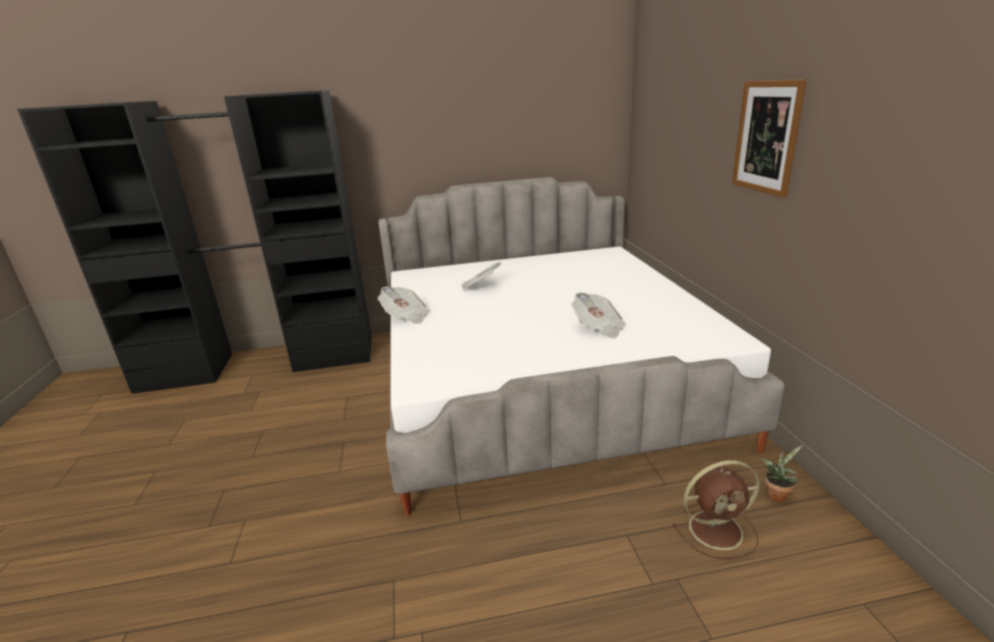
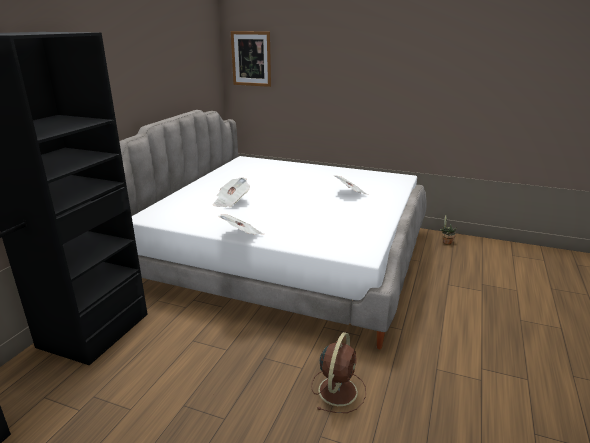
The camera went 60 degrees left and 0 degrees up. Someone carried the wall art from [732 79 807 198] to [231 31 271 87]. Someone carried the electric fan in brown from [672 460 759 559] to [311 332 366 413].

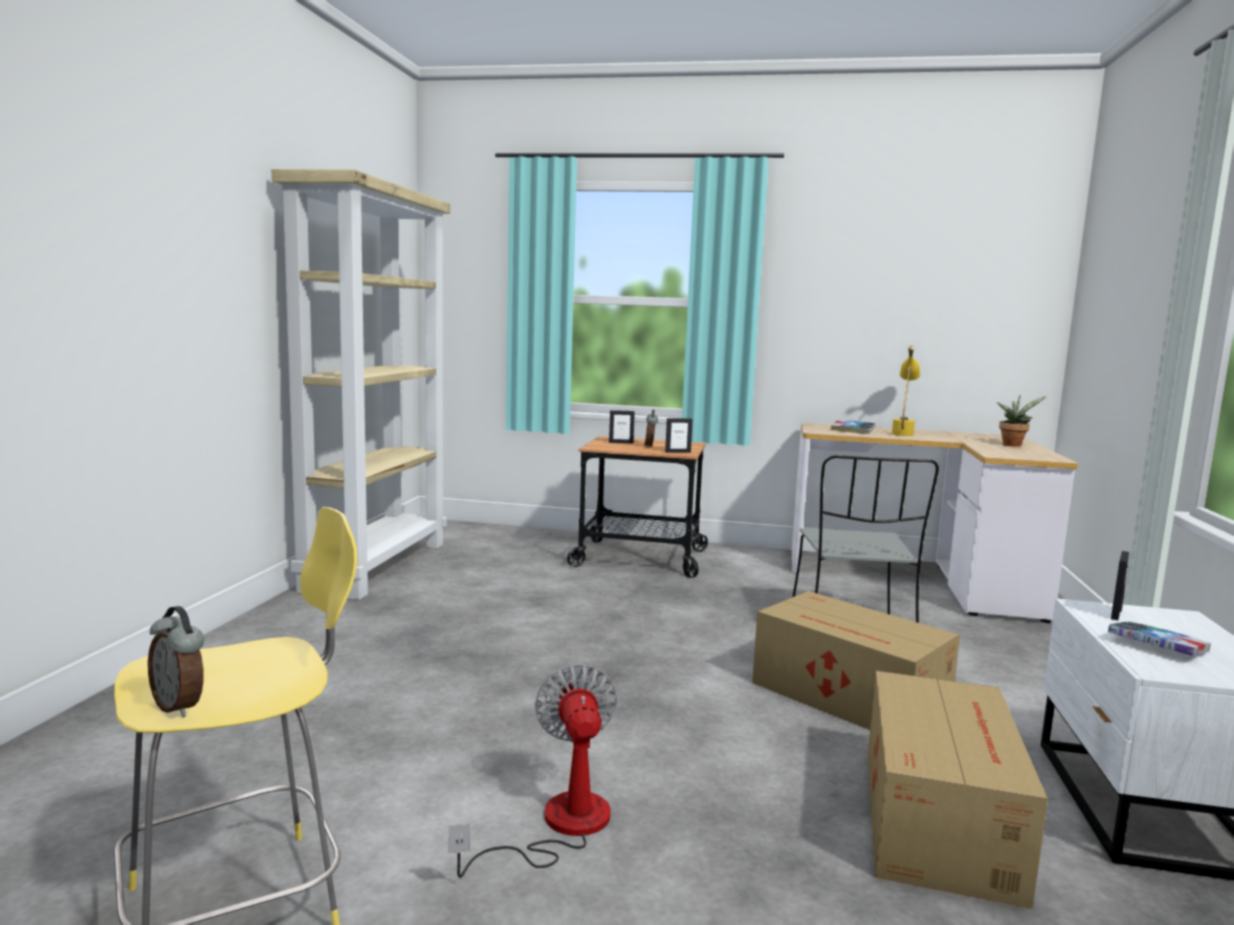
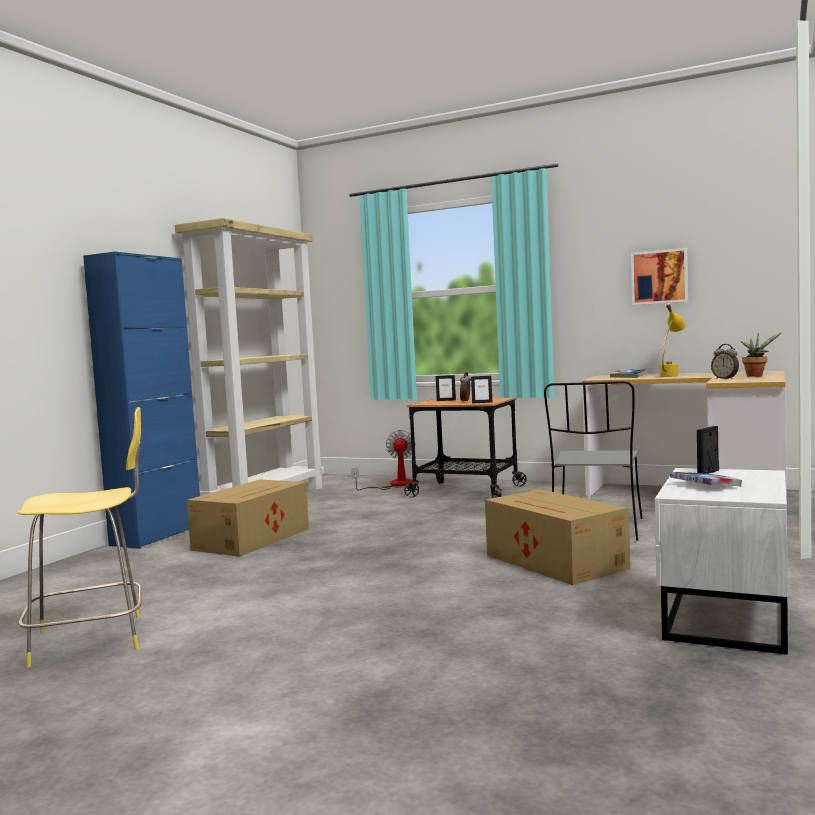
The camera went 15 degrees right and 5 degrees down. Someone put down the cabinet in bluish at [83 252 200 549]. Someone carried the cardboard box from [868 671 1048 909] to [187 479 309 557]. Someone carried the electric fan from [449 664 617 878] to [352 430 416 491]. Someone put up the wall art at [631 248 688 305]. Someone carried the alarm clock from [148 606 204 717] to [711 344 739 379].

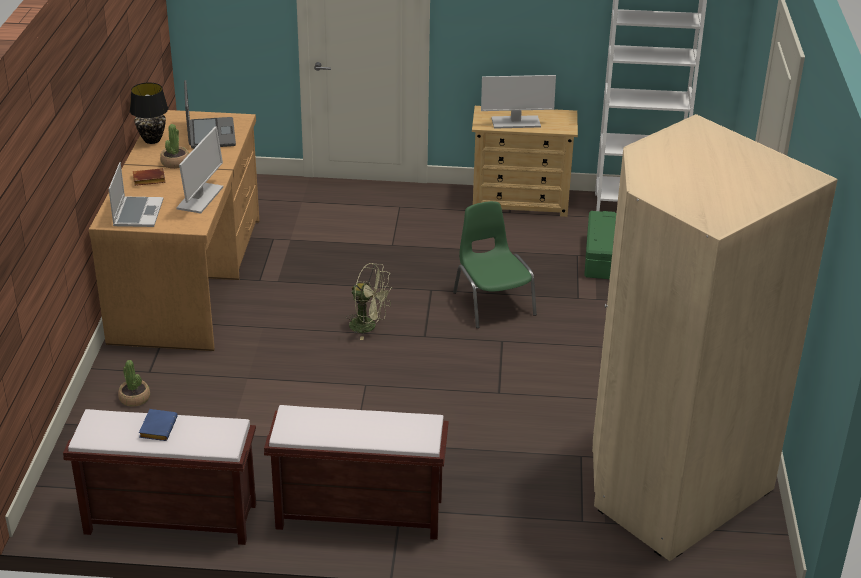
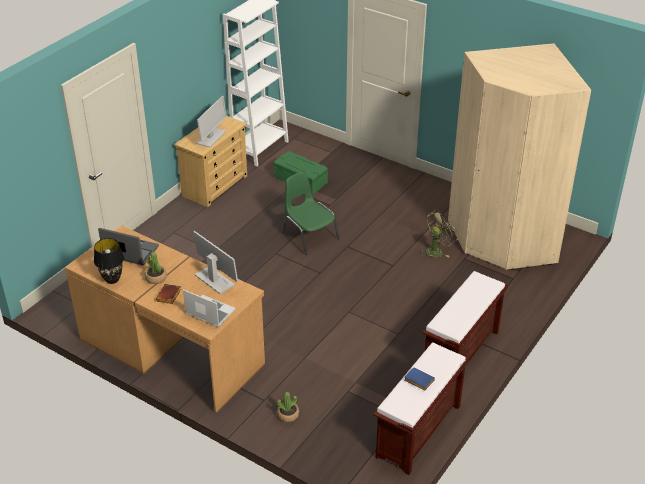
The camera went 60 degrees left and 5 degrees up. Someone rotated the upright chair in green-coloured at [453 201 537 328] by 45 degrees clockwise. Someone carried the electric fan in green-coloured from [346 263 393 340] to [421 210 458 257].

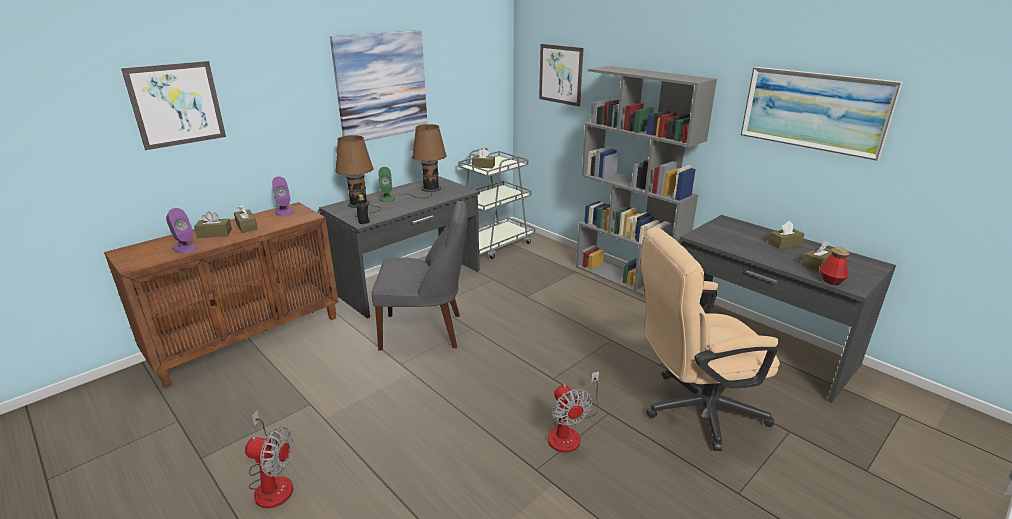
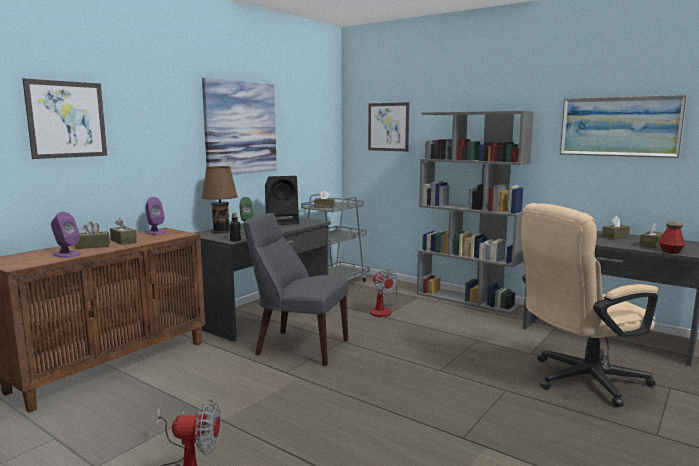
The camera went 10 degrees left and 15 degrees down. Someone rotated the upright chair in greyish at [372 200 468 351] by 150 degrees counterclockwise. Someone swapped the table lamp in brown at [403 124 447 198] for the loudspeaker in blackish at [265 176 299 225]. Someone carried the electric fan from [548 371 599 453] to [370 269 399 317].

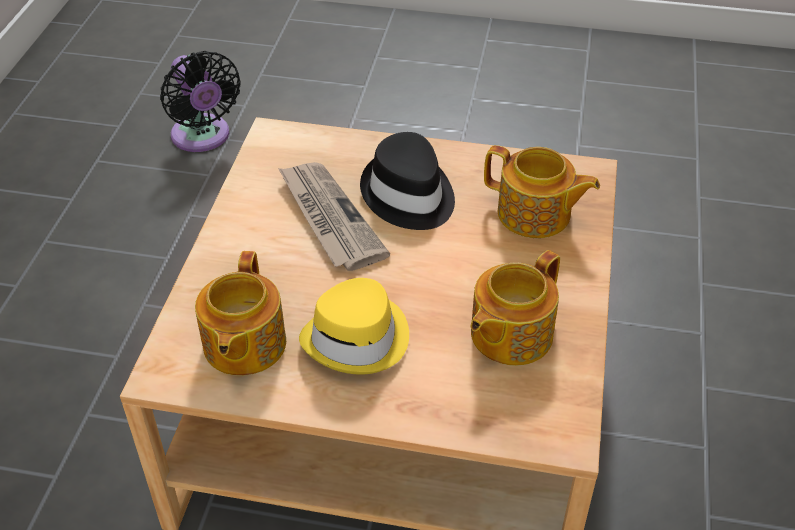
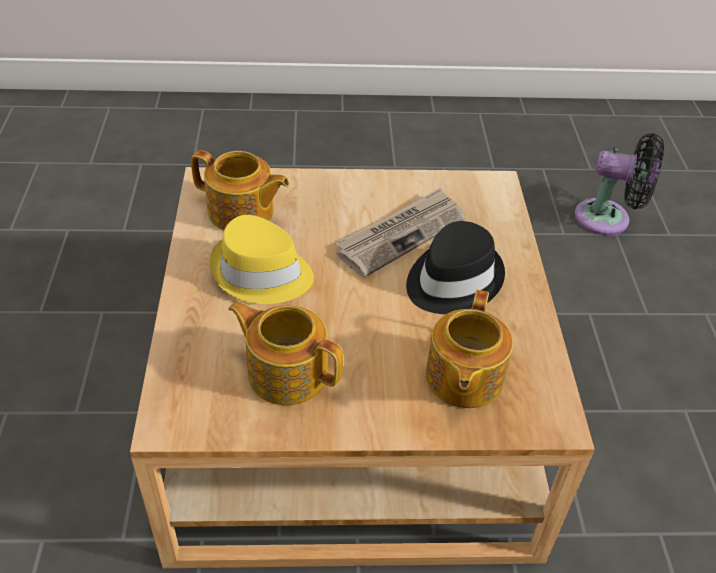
The camera went 75 degrees right and 0 degrees up. Someone rotated the tea pot at [195 251 286 376] by 150 degrees counterclockwise. Someone rotated the electric fan in blackish at [160 51 240 152] by 120 degrees counterclockwise.

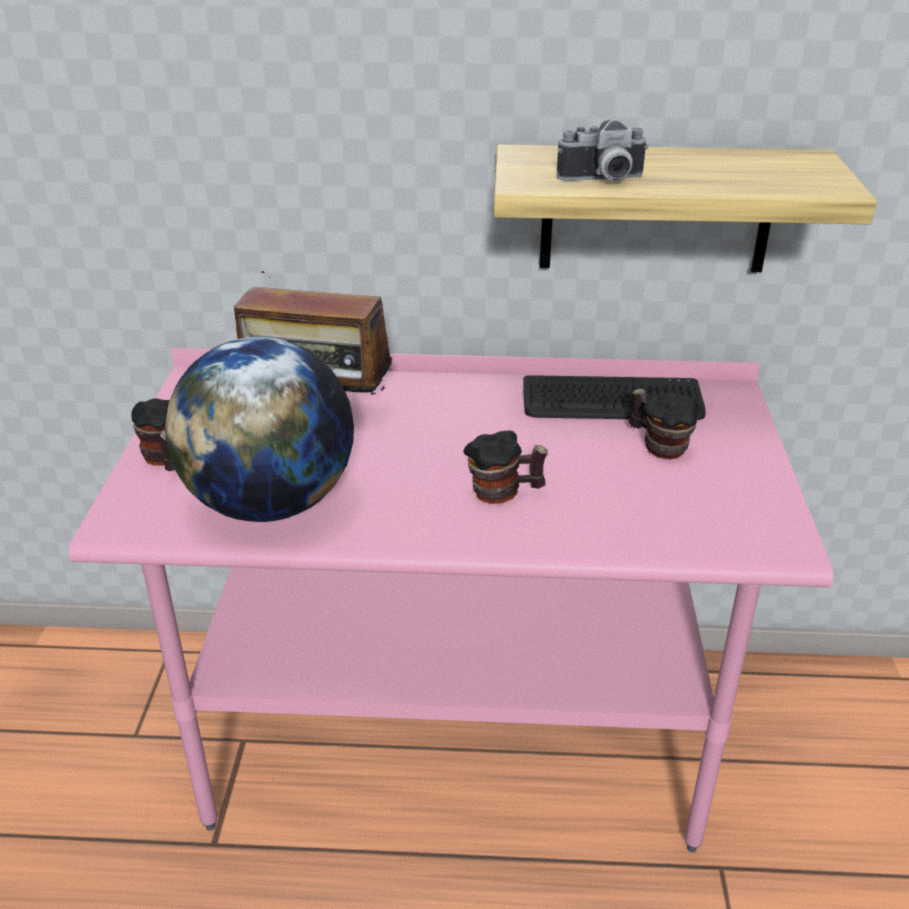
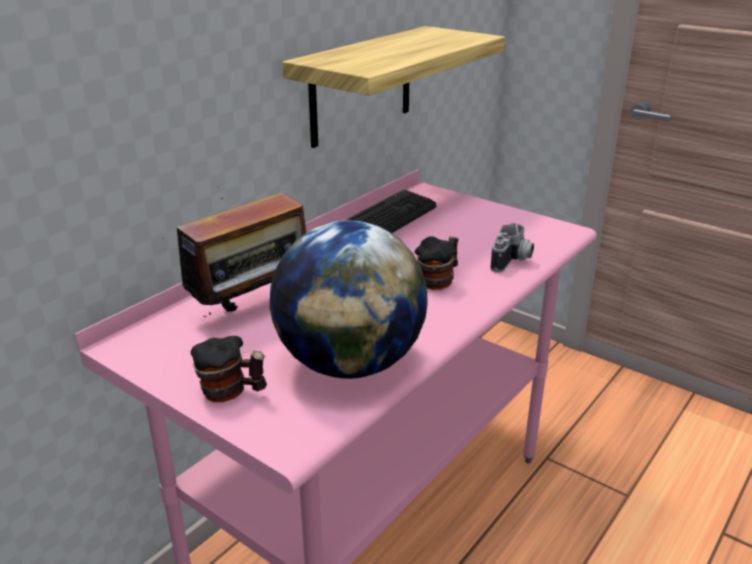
The camera went 55 degrees left and 5 degrees down. Someone carried the still camera from [557 119 649 181] to [491 223 534 273]. Someone took away the coffee mug at [629 388 698 459].

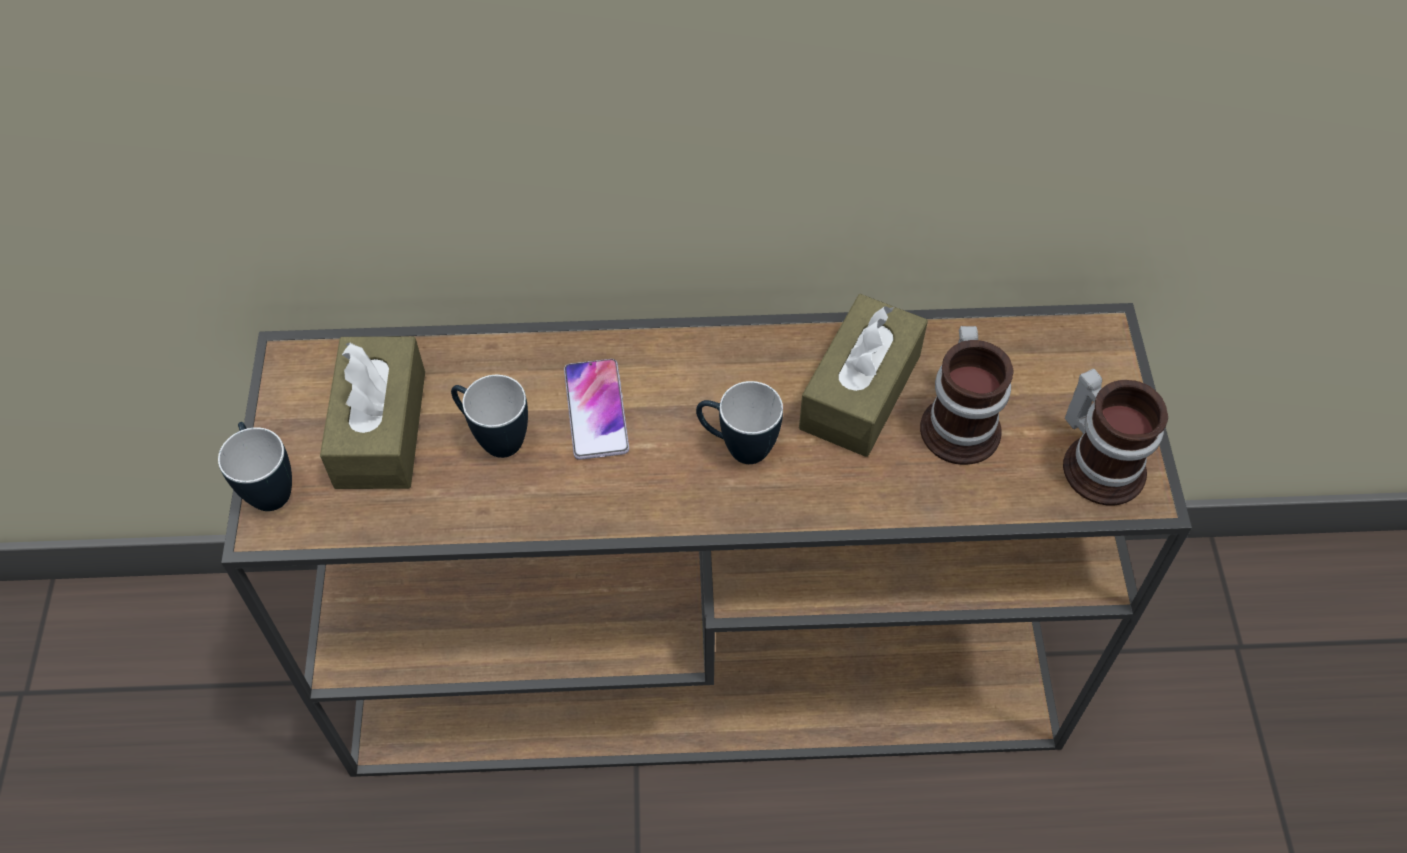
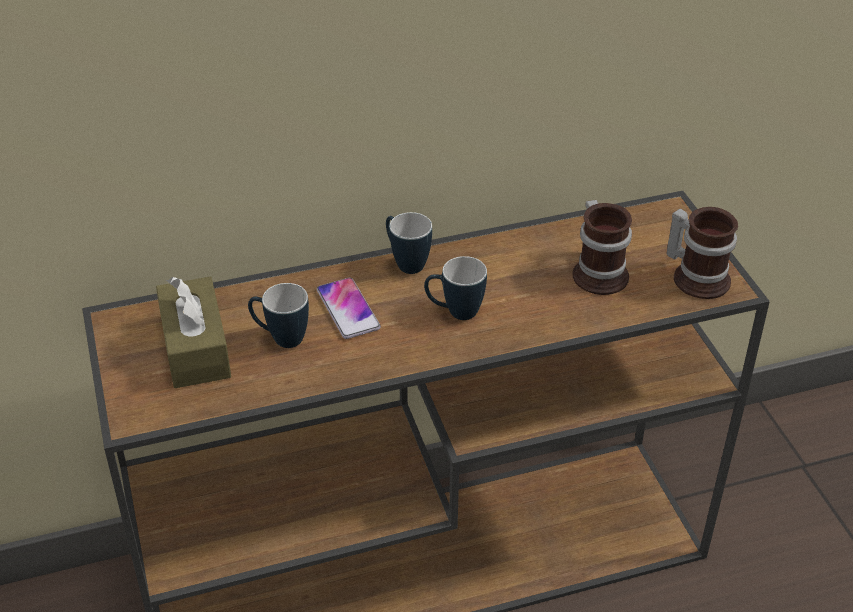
The camera went 15 degrees left and 15 degrees down. Someone carried the coffee mug from [218 422 292 511] to [386 212 432 274]. Someone took away the tissue holder in brown at [799 294 928 457].

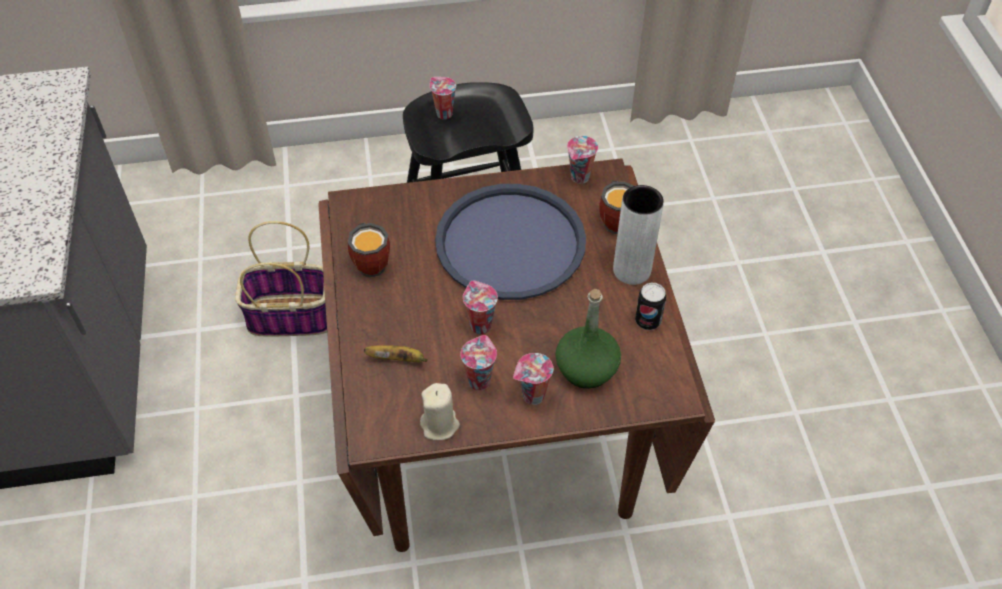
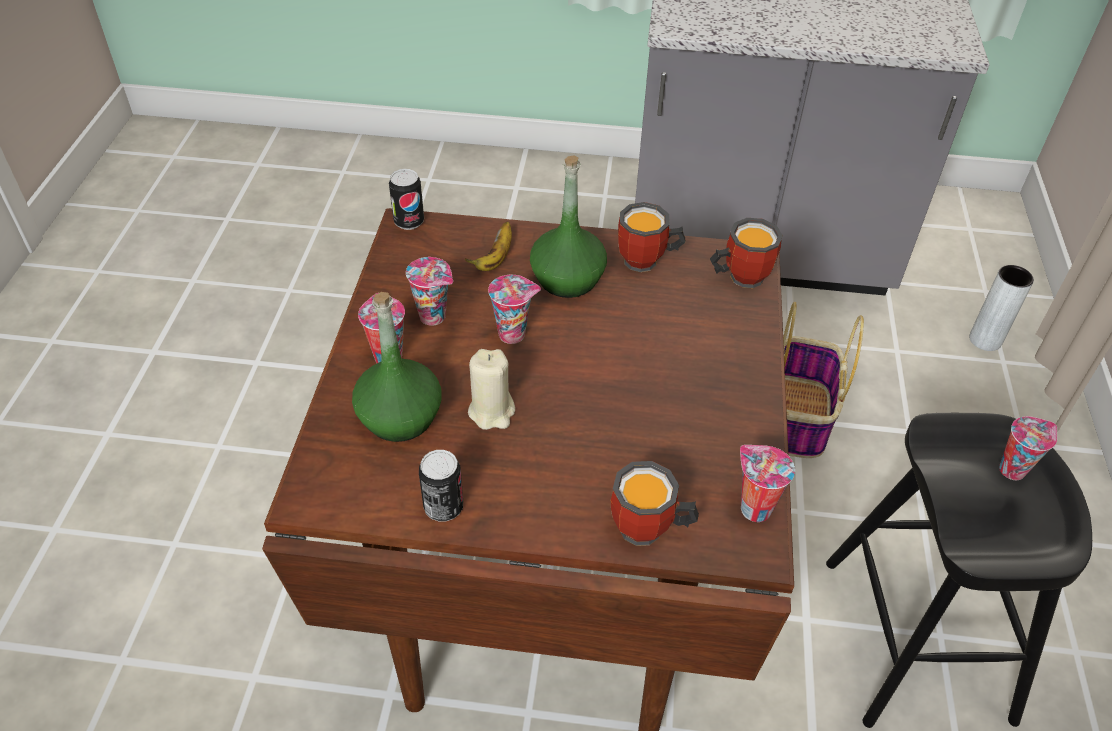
The camera went 105 degrees right and 5 degrees down. Someone put down the can at [389 169 424 230]. Someone carried the wax light in beige-coloured from [420 383 460 440] to [468 349 515 430]. Someone put down the drink bottle in green-coloured at [530 156 607 298]. Someone put down the coffee mug at [710 218 783 288]. Someone carried the decorative vase in greyish from [613 185 664 285] to [969 265 1034 351]. Someone took away the tray in bluish at [435 184 586 300].

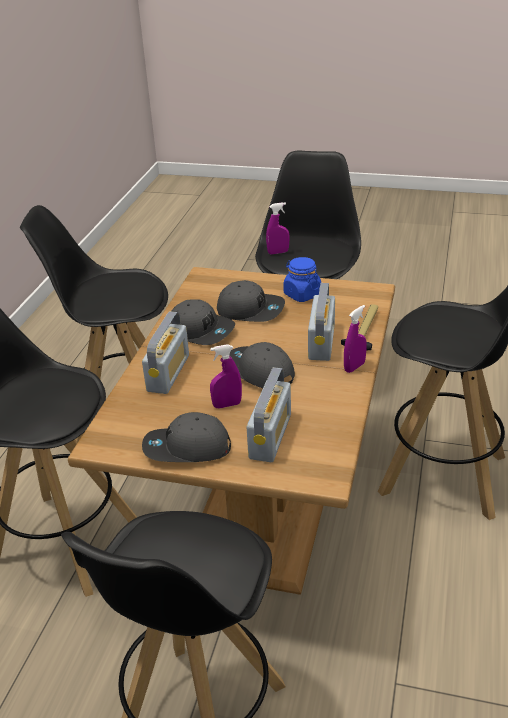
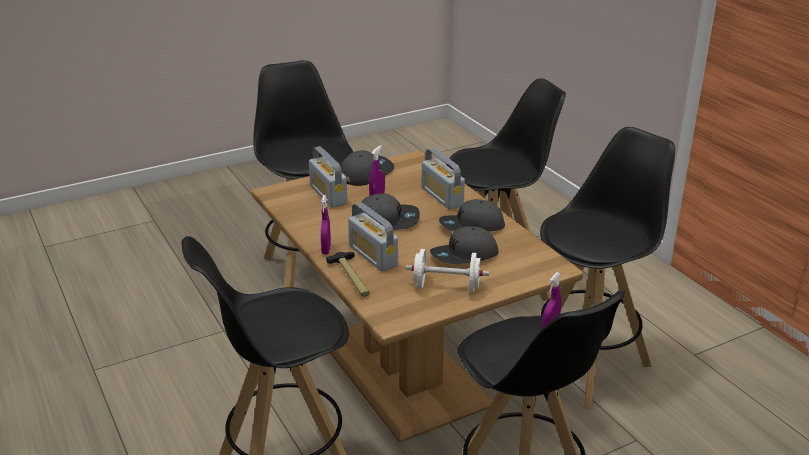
The camera went 135 degrees right and 5 degrees down. Someone swapped the jar in bluish at [283 257 321 302] for the dumbbell in white-coloured at [406 249 489 293].

